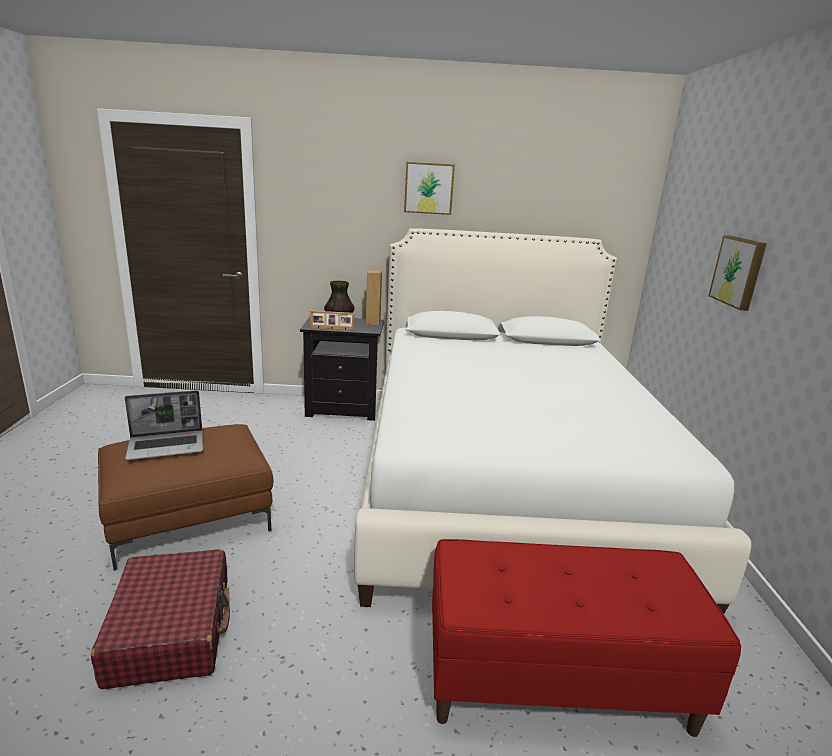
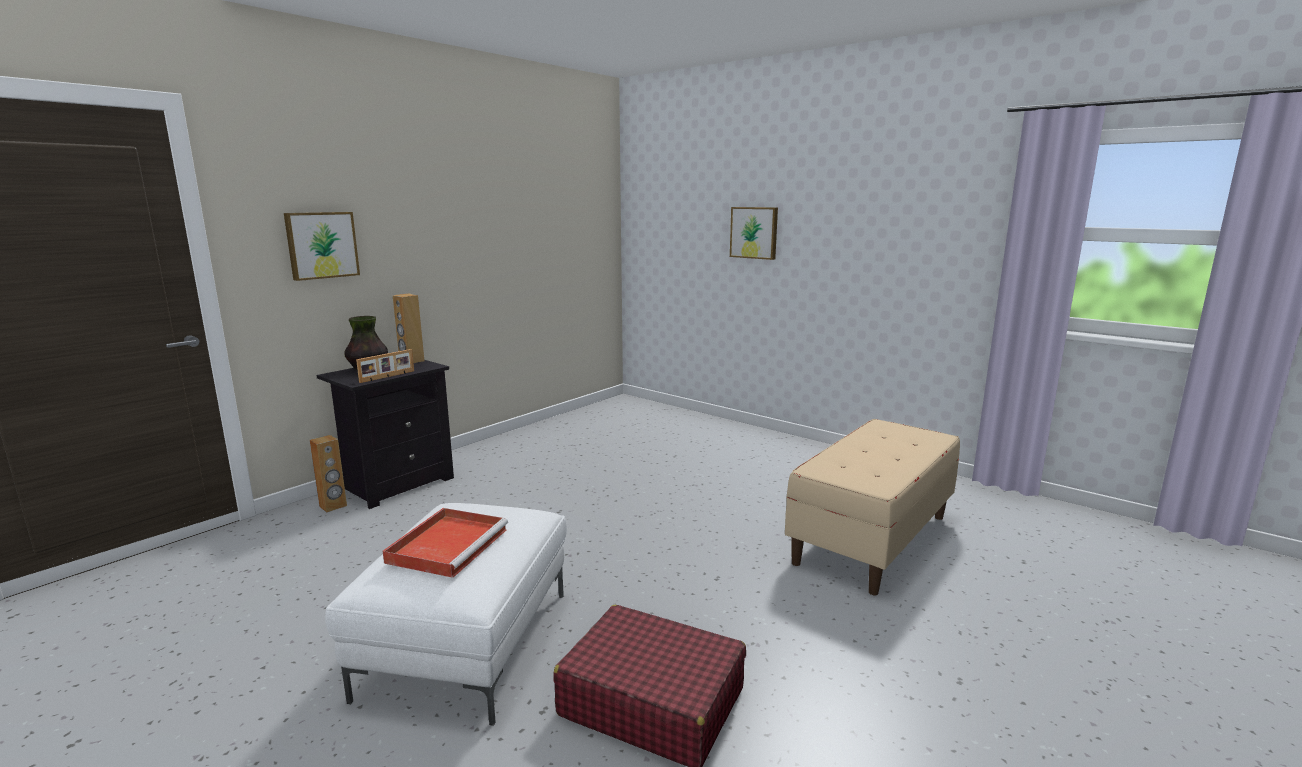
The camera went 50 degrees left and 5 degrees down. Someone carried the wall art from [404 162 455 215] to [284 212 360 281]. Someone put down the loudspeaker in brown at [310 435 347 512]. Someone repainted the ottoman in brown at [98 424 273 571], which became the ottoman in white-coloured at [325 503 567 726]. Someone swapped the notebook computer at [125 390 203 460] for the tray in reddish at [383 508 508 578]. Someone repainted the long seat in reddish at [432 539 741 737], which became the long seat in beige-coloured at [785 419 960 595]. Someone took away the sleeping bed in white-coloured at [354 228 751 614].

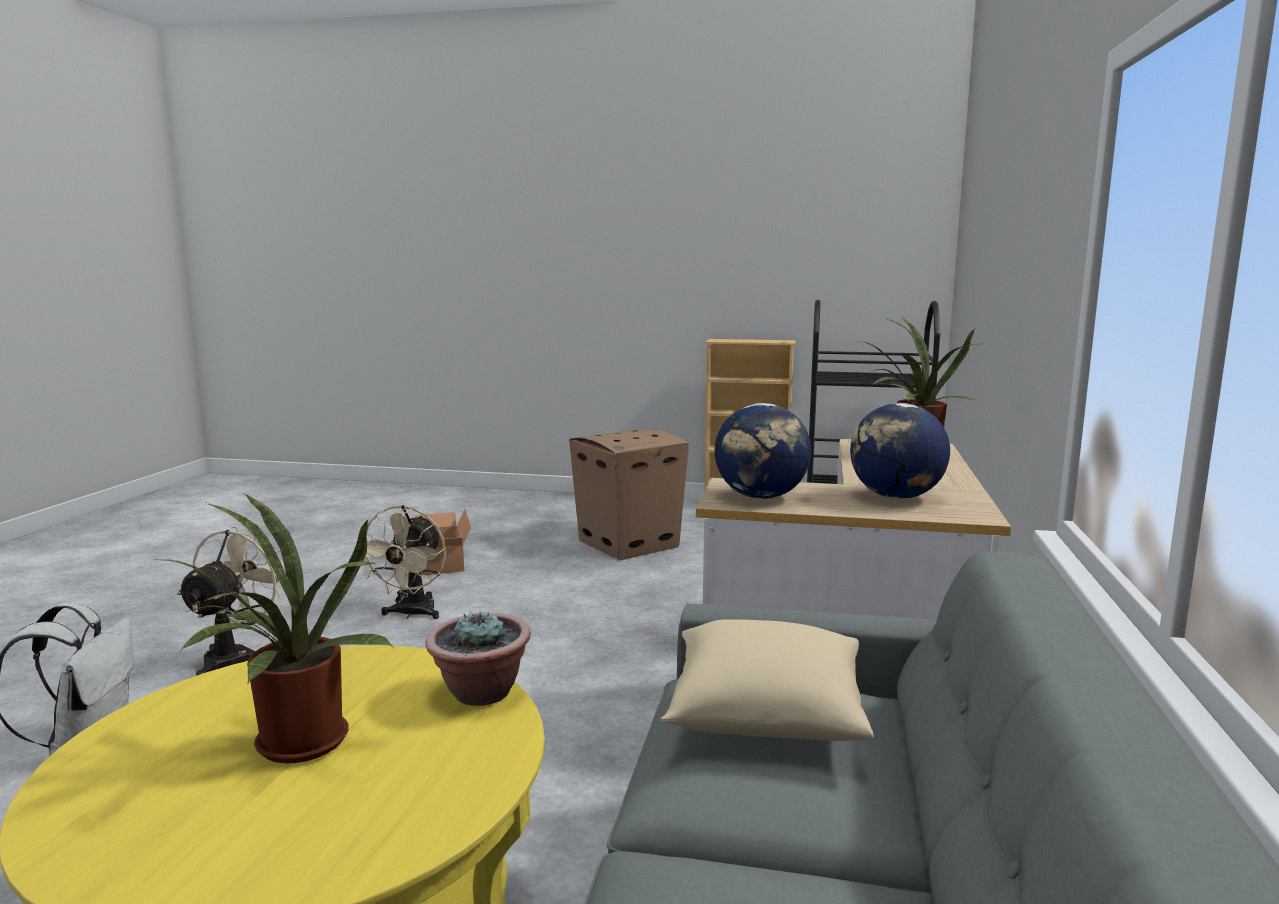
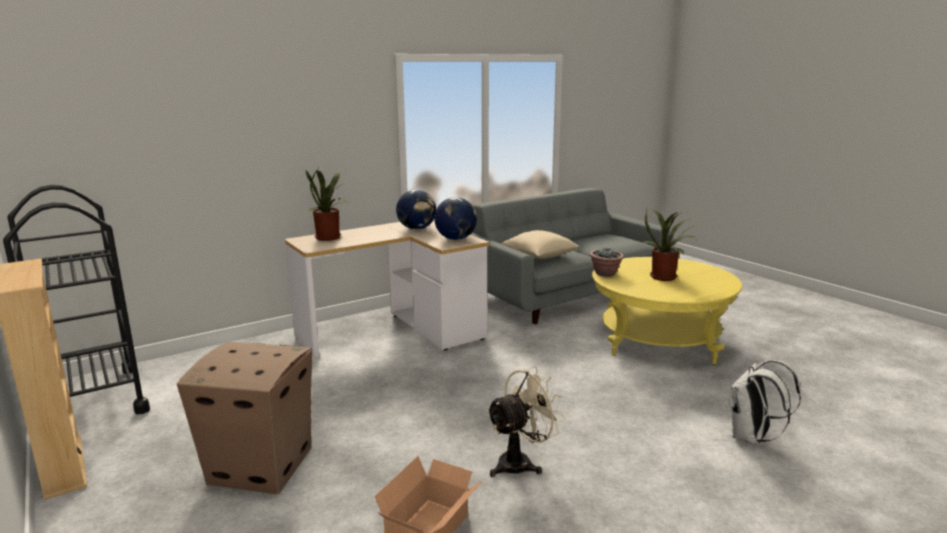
The camera went 135 degrees left and 5 degrees up. Someone took away the electric fan in beige-coloured at [176 526 282 676].

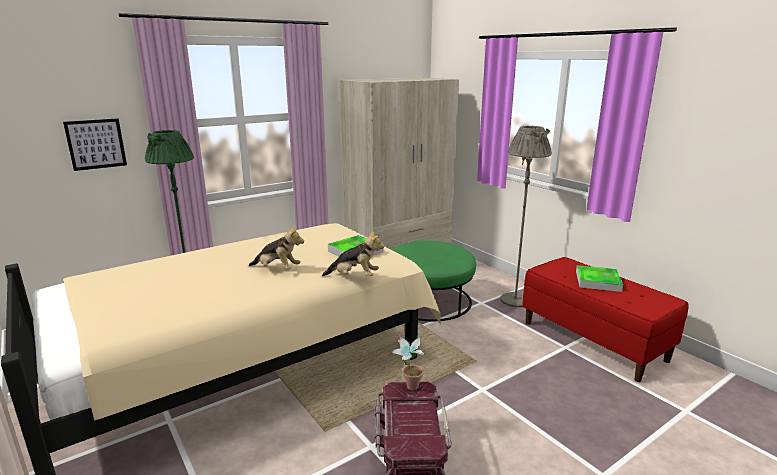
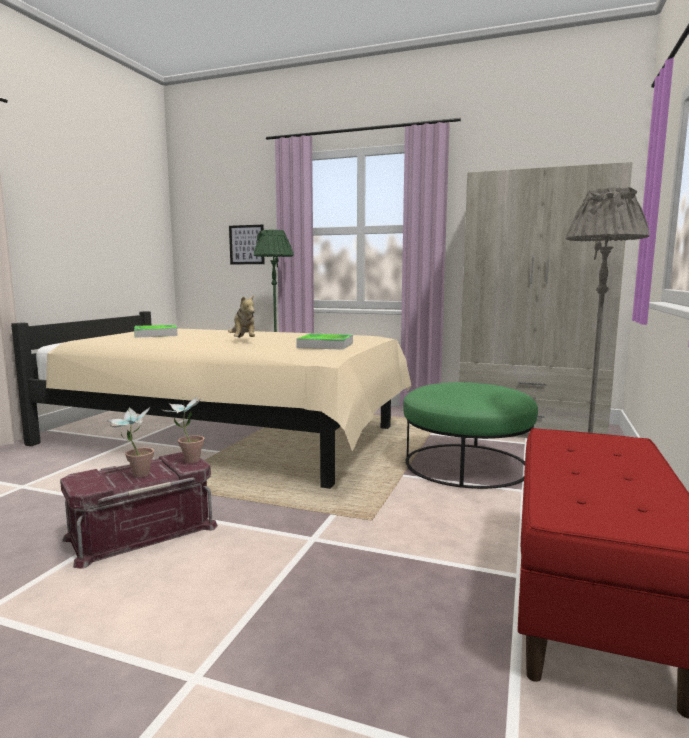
The camera went 55 degrees right and 10 degrees down. Someone put down the potted plant at [105 407 154 477]. Someone carried the tray from [576 265 623 292] to [134 325 178 338]. Someone took away the soft toy at [322 230 384 276].

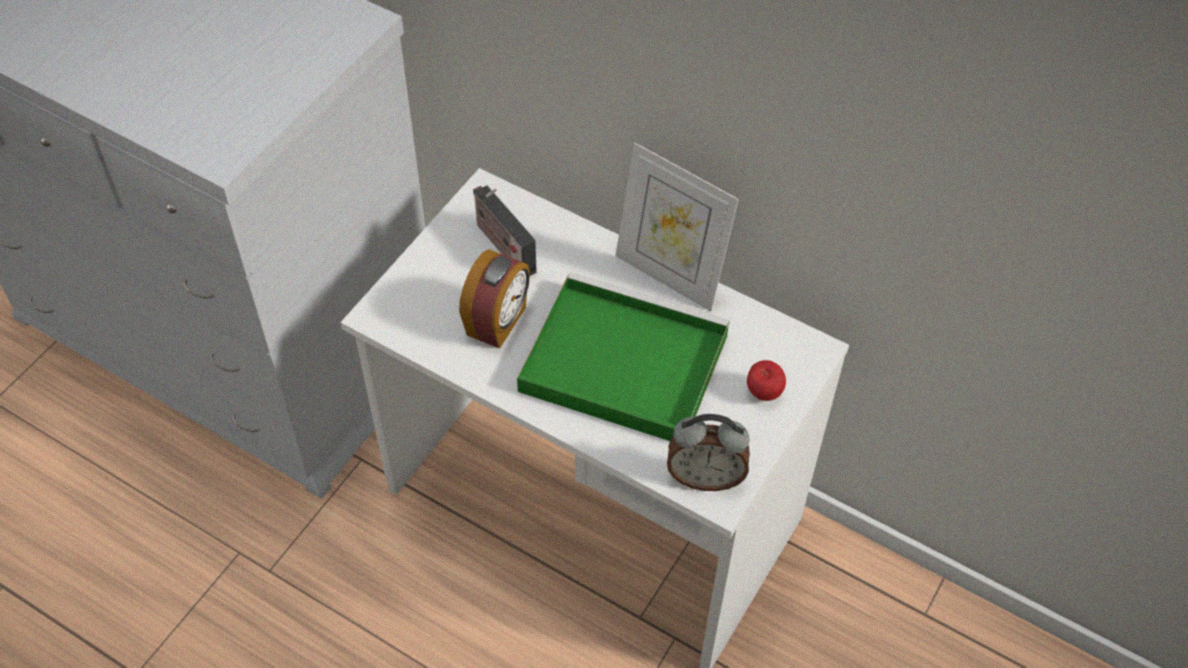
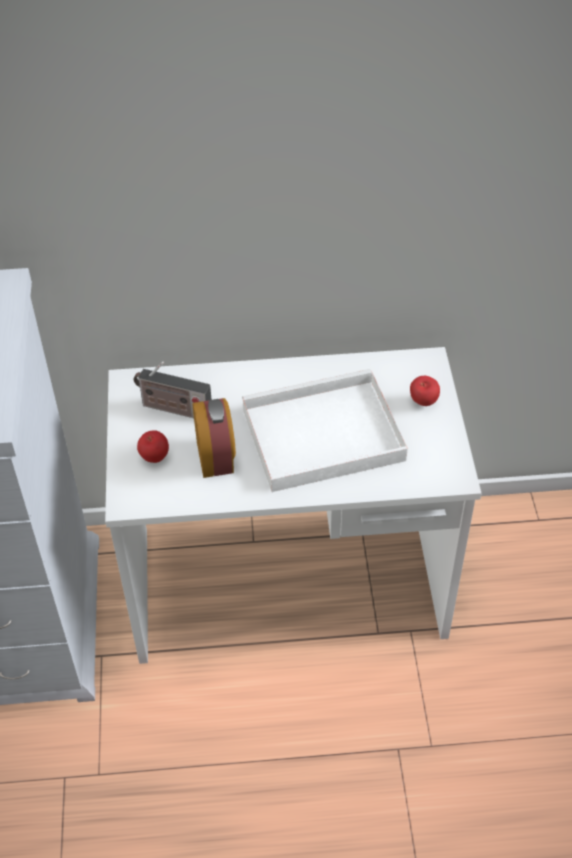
The camera went 35 degrees left and 5 degrees down. Someone put down the whole apple at [137 430 169 463]. Someone repainted the tray in green-coloured at [517 272 730 441], which became the tray in white-coloured at [242 369 408 492]. Someone took away the photo frame at [615 143 739 311]. Someone took away the alarm clock at [667 414 750 491].

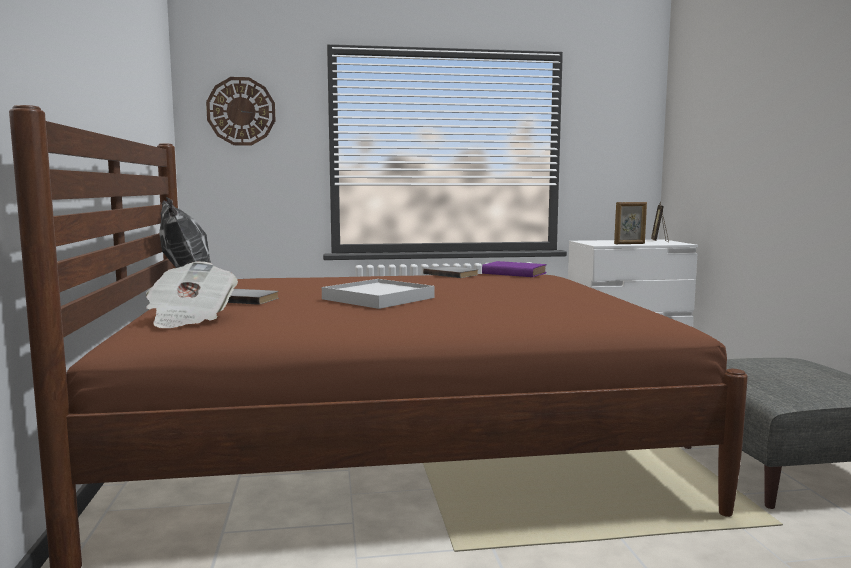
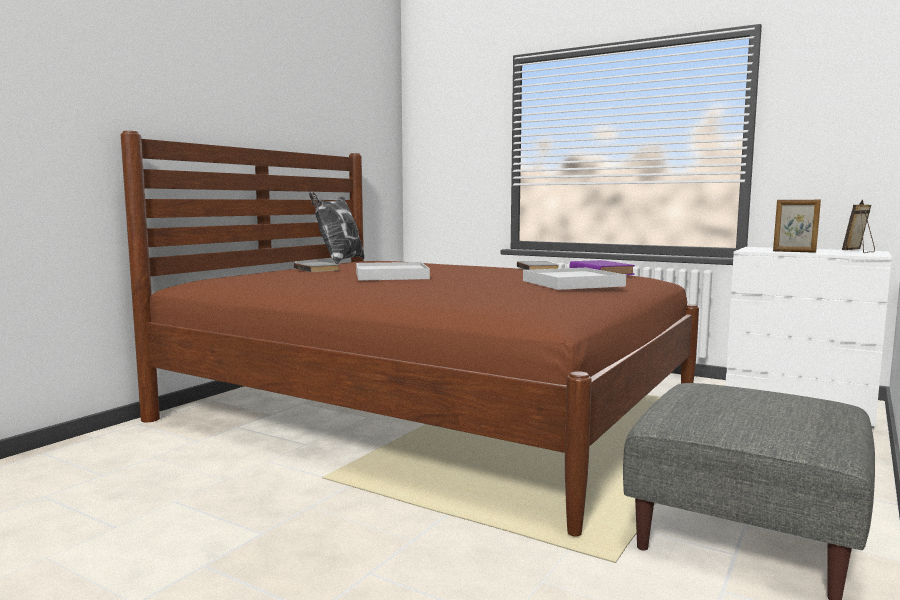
The camera went 40 degrees right and 0 degrees up. Someone put down the tray in white-coloured at [523 268 626 290]. Someone took away the printed paper at [146 262 238 328]. Someone took away the hanging clock at [206 77 275 146].

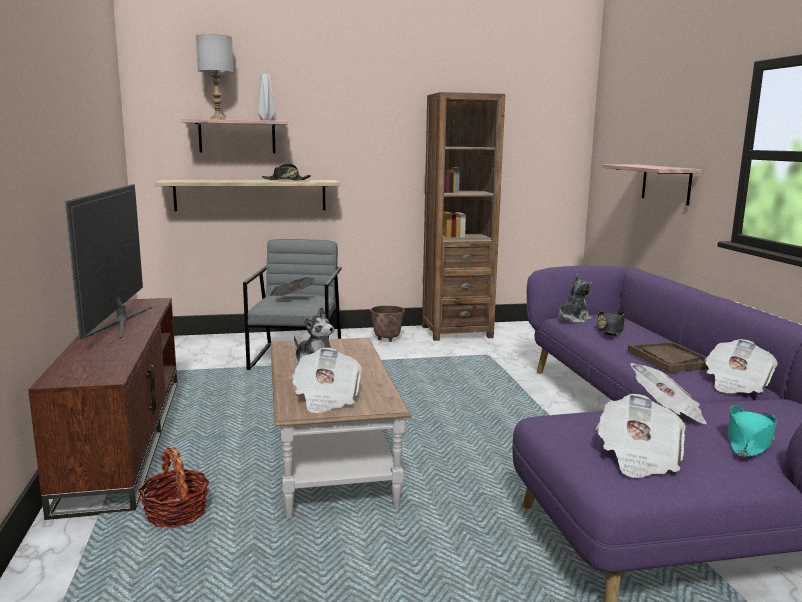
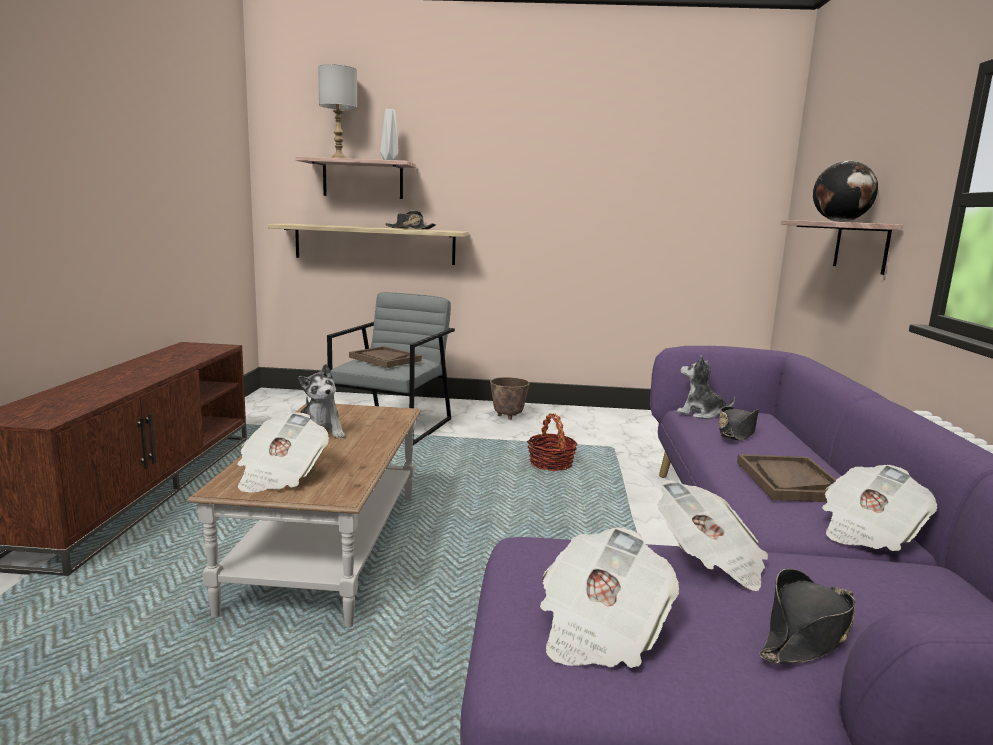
The camera went 15 degrees right and 0 degrees up. Someone swapped the printed paper at [270 277 314 296] for the tray in brown at [349 346 422 368]. Someone carried the basket from [138 446 209 528] to [527 413 578 471]. Someone rotated the soft toy at [558 274 592 323] by 120 degrees counterclockwise. Someone repainted the wearable hat in blue-green at [728 405 777 457], which became the wearable hat in blackish at [759 569 855 663]. Someone put down the world globe at [813 161 878 222]. Someone took away the television at [65 184 152 339]. Someone took away the bookshelf in brown at [422 92 505 341].

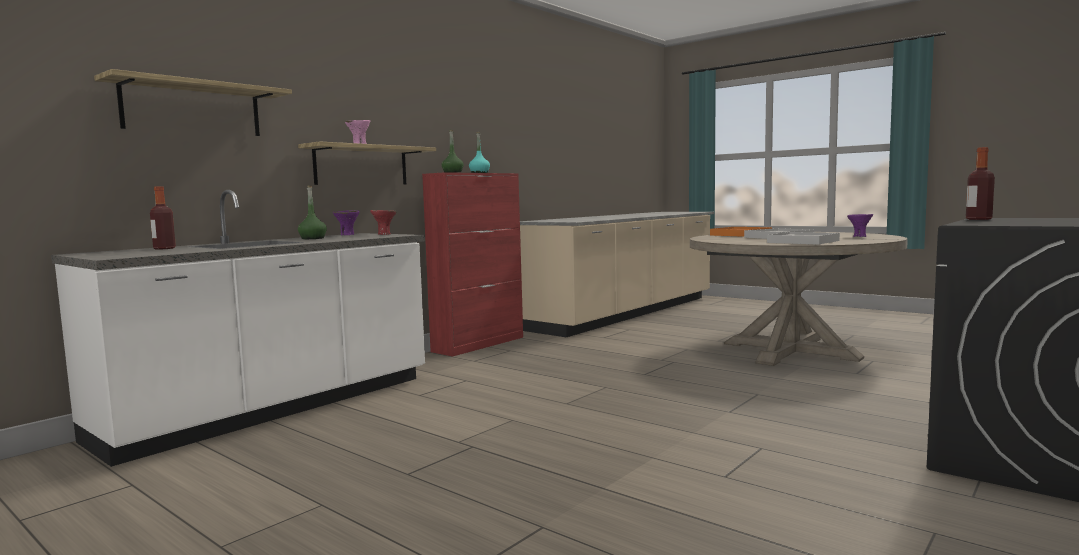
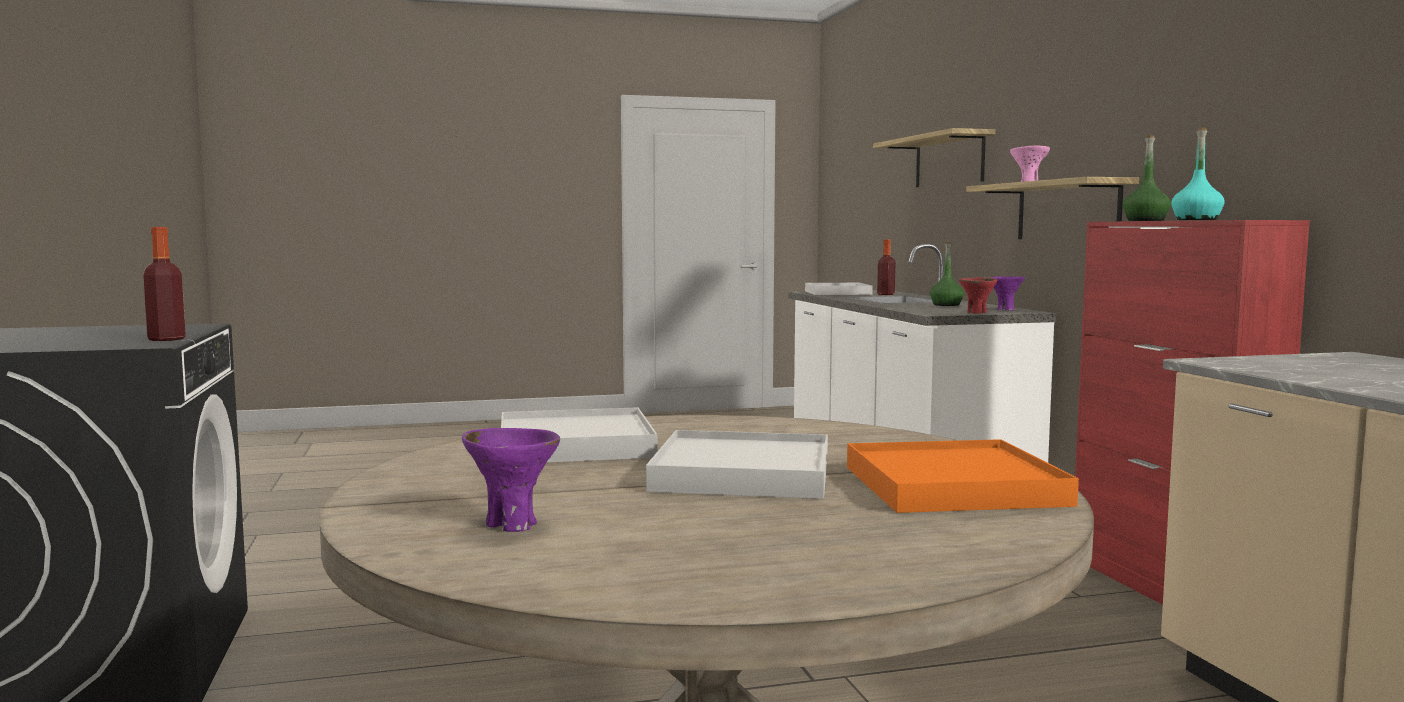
The camera went 125 degrees right and 0 degrees up. Someone put down the tray in white-coloured at [805 283 873 295].

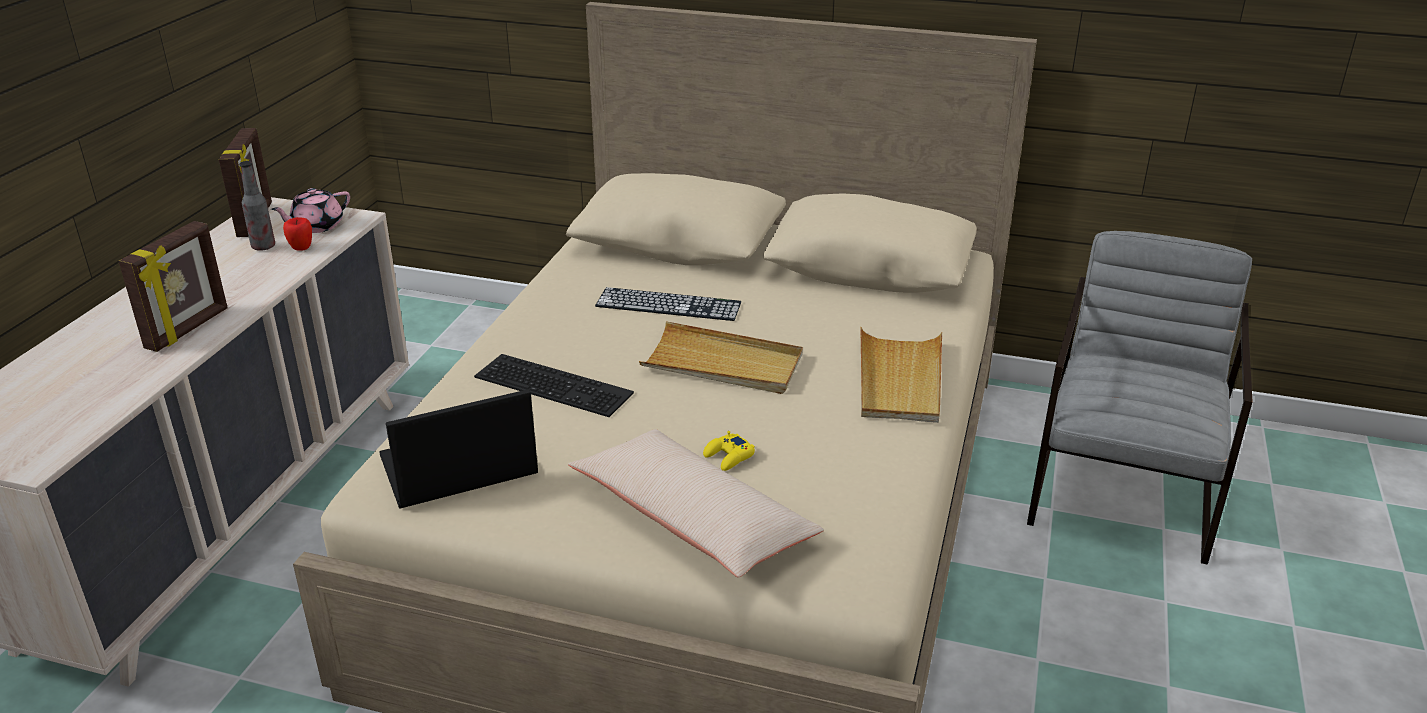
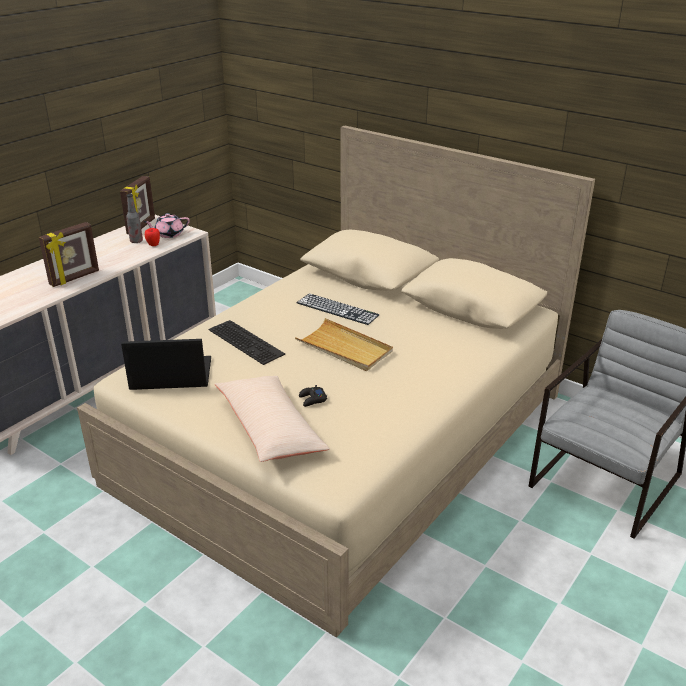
The camera went 20 degrees right and 0 degrees up. Someone repainted the game controller in yellow at [703 431 755 471], which became the game controller in blackish at [299 385 327 407]. Someone took away the tray in beige-coloured at [860 327 942 423].

